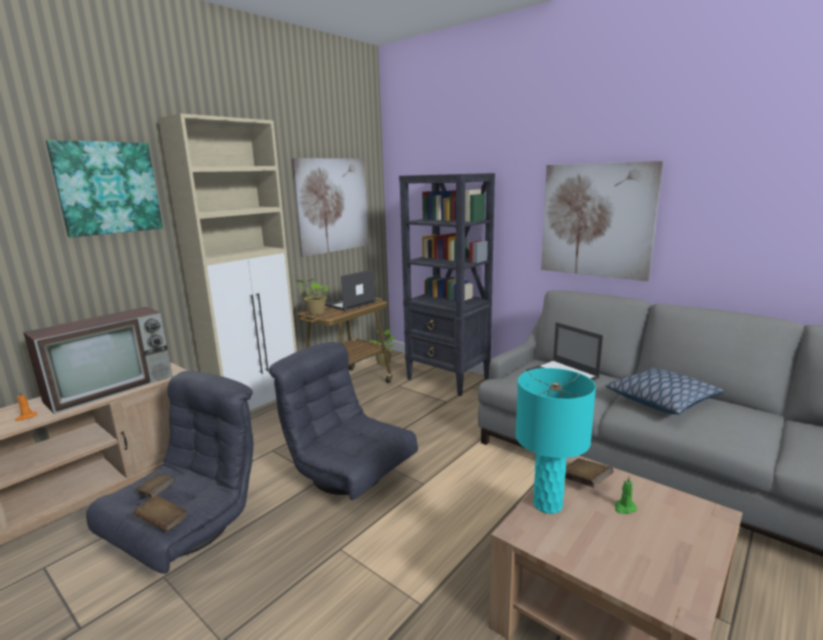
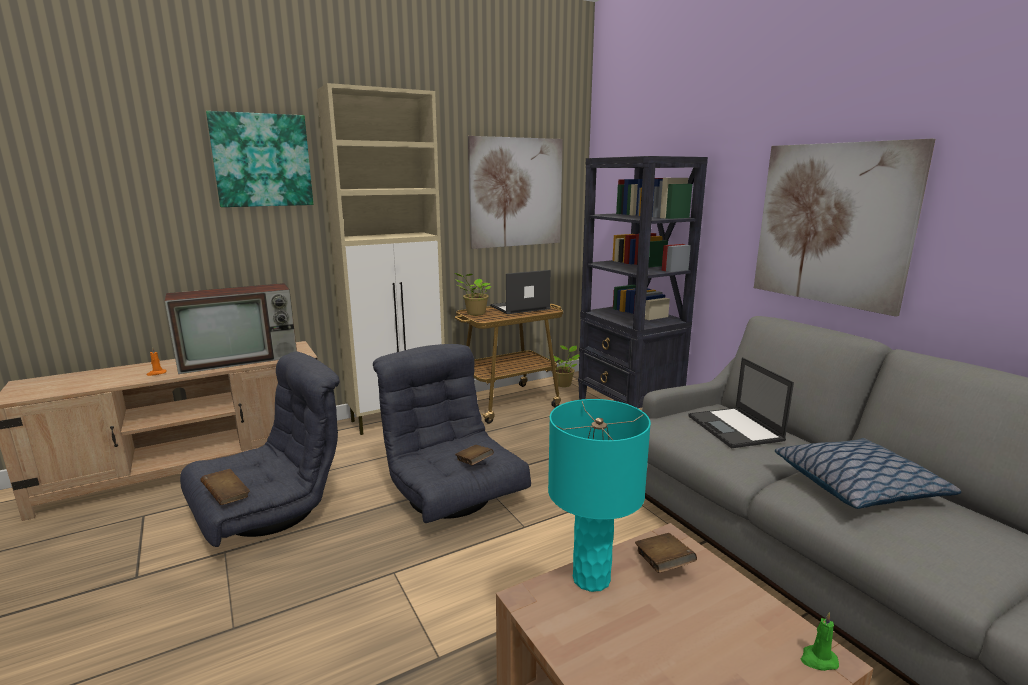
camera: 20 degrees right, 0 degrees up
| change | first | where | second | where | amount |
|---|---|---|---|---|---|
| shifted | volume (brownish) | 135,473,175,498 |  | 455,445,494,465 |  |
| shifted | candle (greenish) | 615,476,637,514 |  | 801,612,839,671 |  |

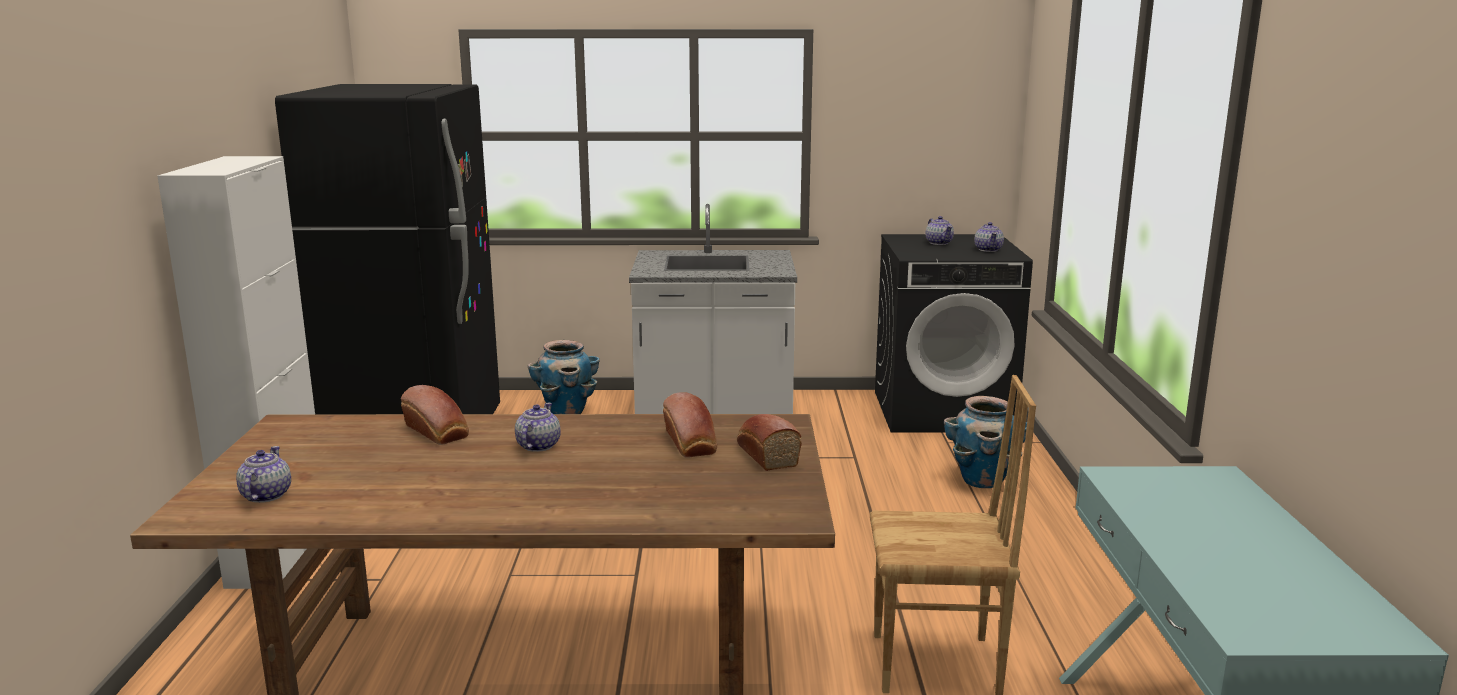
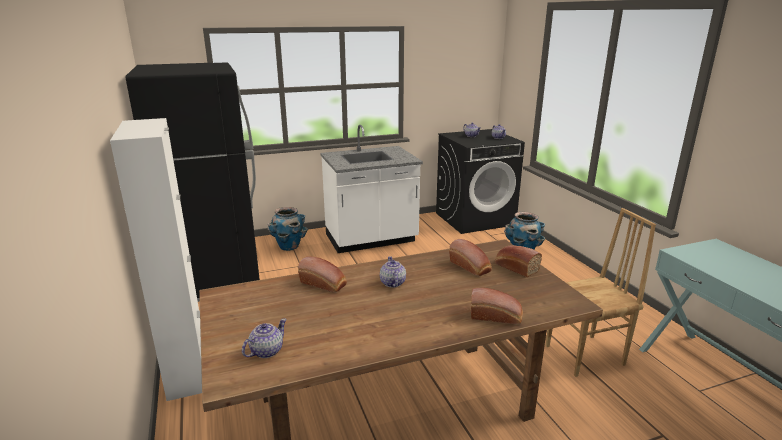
camera: 20 degrees left, 5 degrees up
| change | first | where | second | where | amount |
|---|---|---|---|---|---|
| new |  |  | baked bread | 471,288,523,325 |  |
| rotated | pot for tea | 236,446,291,503 |  | 242,319,287,358 | 60 degrees clockwise |

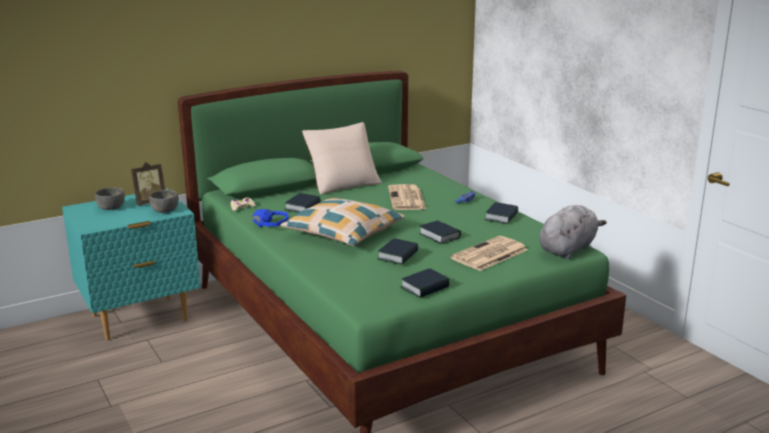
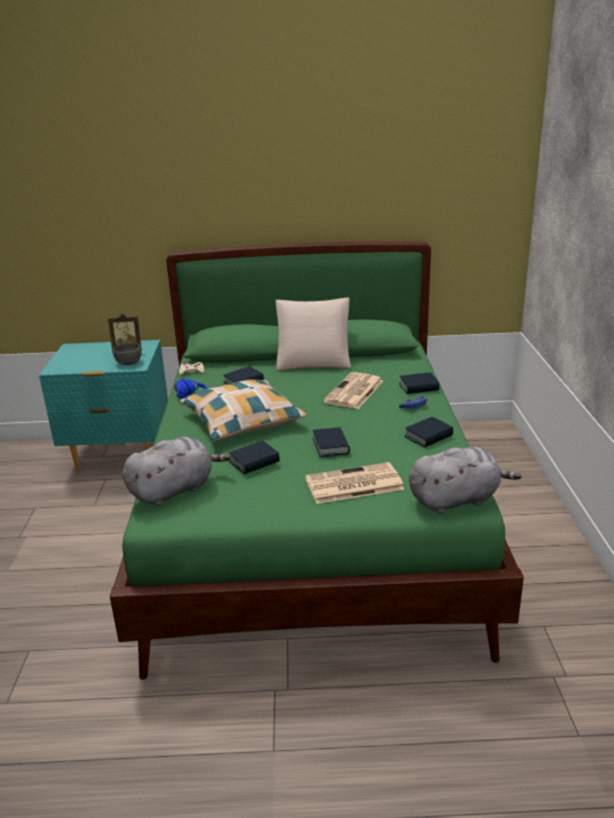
camera: 30 degrees right, 5 degrees up
| change | first | where | second | where | amount |
|---|---|---|---|---|---|
| gone | serving bowl (grey) | 95,188,125,210 |  |  |  |
| new |  |  | plush toy (grey) | 122,437,231,506 |  |
| shifted | volume | 400,268,450,298 |  | 399,372,439,394 |  |

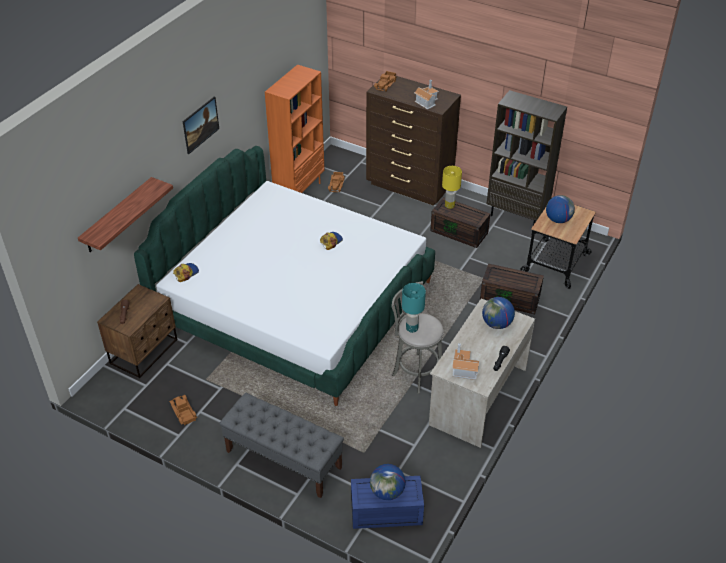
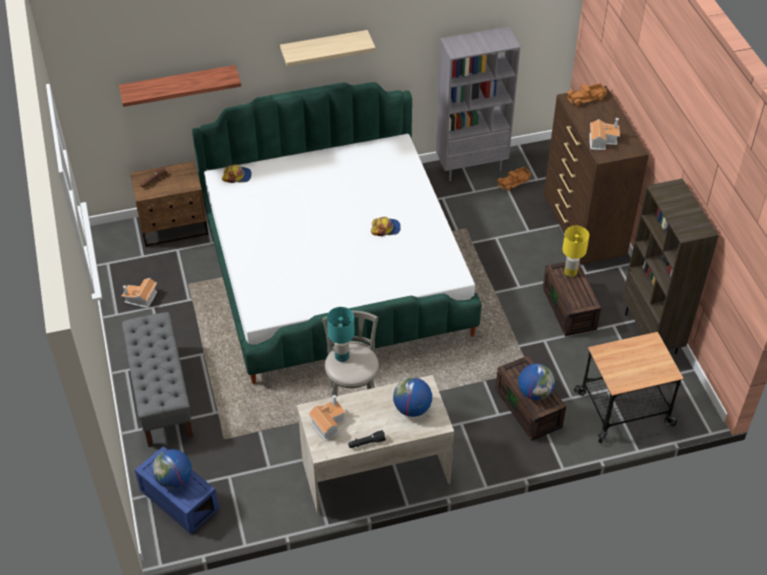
camera: 45 degrees right, 5 degrees up
| change | first | where | second | where | amount |
|---|---|---|---|---|---|
| shifted | globe | 546,195,575,223 |  | 518,364,555,400 |  |
| swapped | toy truck | 169,395,197,425 | toy house | 122,278,157,308 |  |
| swapped | wall art | 183,96,219,154 | bracket shelf | 280,30,376,66 |  |
| repainted | shelving unit (orange-coloured) | 265,64,324,193 | shelving unit (grey) | 435,27,520,181 |  |

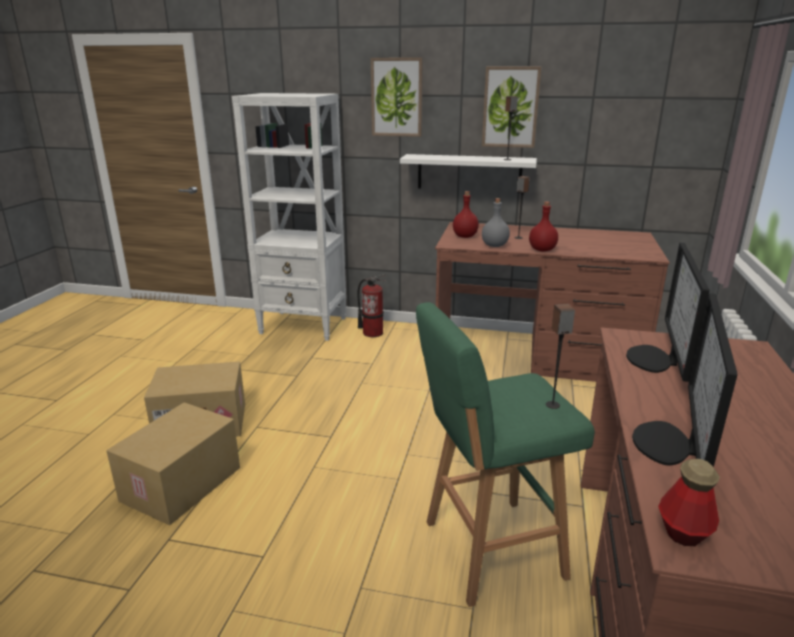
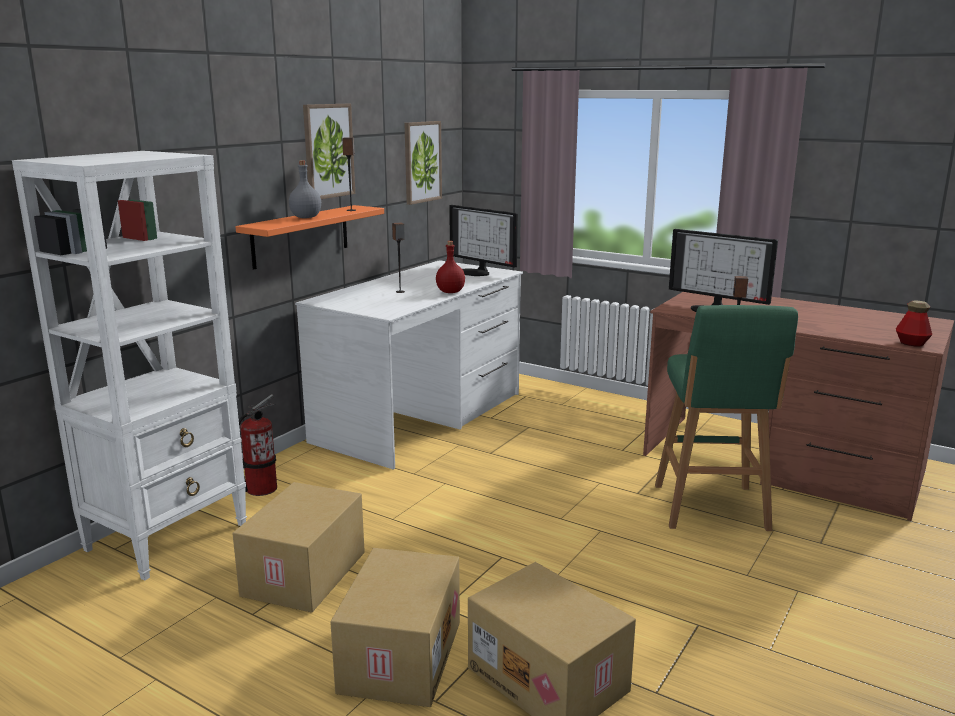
camera: 70 degrees left, 5 degrees down
| change | first | where | second | where | amount |
|---|---|---|---|---|---|
| gone | bottle (red) | 453,191,479,238 |  |  |  |
| new |  |  | packing box | 232,482,365,613 |  |
| shifted | wall art | 371,57,423,137 |  | 404,121,442,205 |  |
| shifted | bottle (grey) | 482,198,510,247 |  | 289,160,321,218 |  |
| shifted | computer display | 632,293,737,467 |  | 449,205,518,276 |  |
| repainted | bracket shelf (white-coloured) | 400,154,537,193 | bracket shelf (orange-coloured) | 235,205,384,270 |  |
| repainted | desk (brownish) | 435,222,670,382 | desk (white-coloured) | 295,260,523,470 |  |

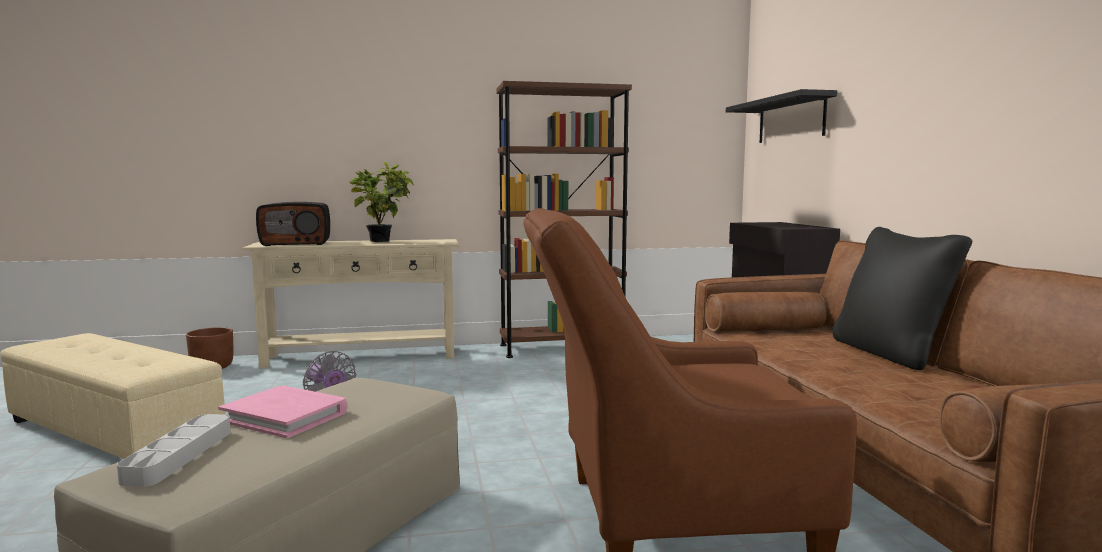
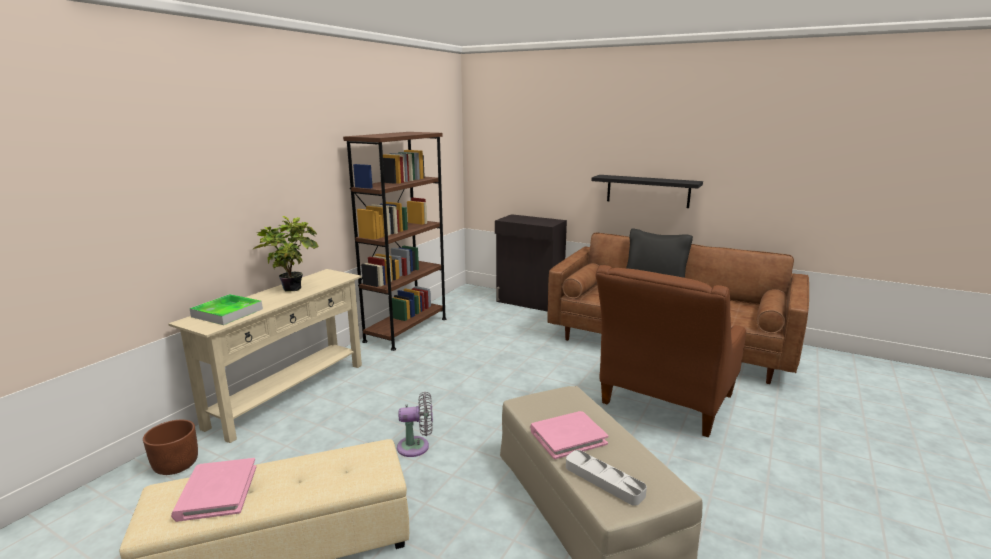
camera: 50 degrees left, 10 degrees up
| change | first | where | second | where | amount |
|---|---|---|---|---|---|
| new |  |  | volume (pink-coloured) | 171,458,256,522 |  |
| shifted | bracket shelf (blackish) | 726,89,837,143 |  | 591,175,703,208 |  |
| swapped | radio receiver | 256,202,330,246 | serving tray | 189,294,263,325 |  |

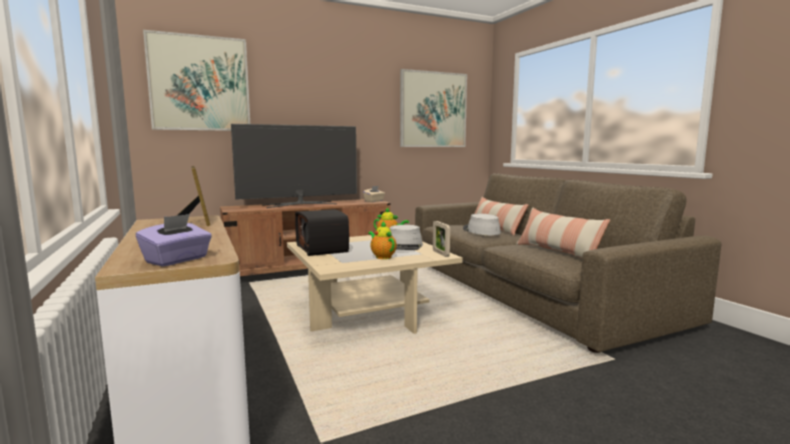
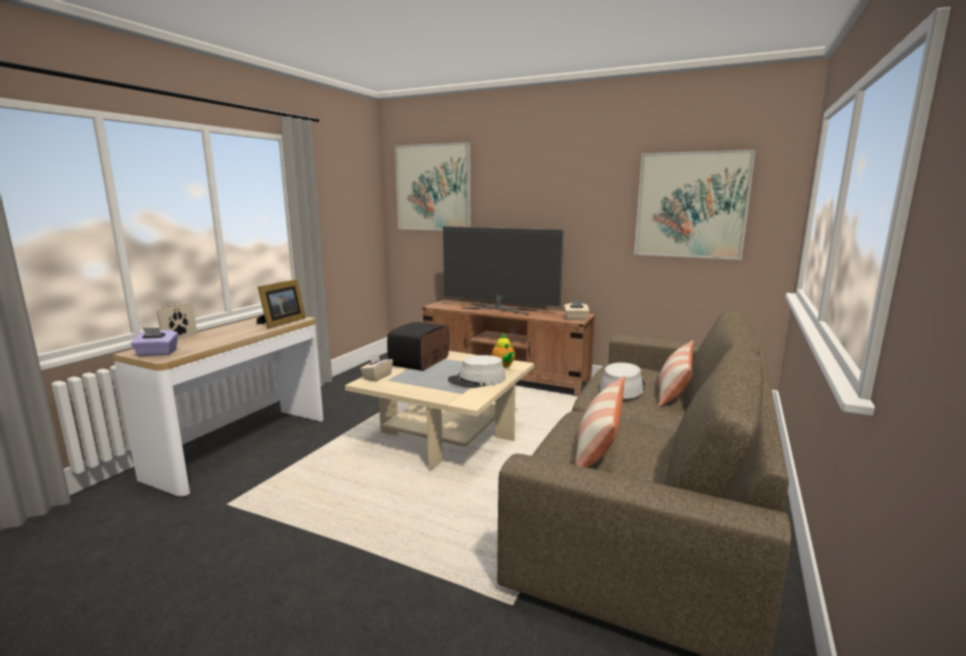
camera: 50 degrees right, 5 degrees up
| change | first | where | second | where | amount |
|---|---|---|---|---|---|
| gone | pot for tea | 368,221,397,259 |  |  |  |
| new |  |  | tissue box (sand-coloured) | 360,353,393,382 |  |
| shifted | picture frame | 433,221,450,257 |  | 157,302,197,339 |  |

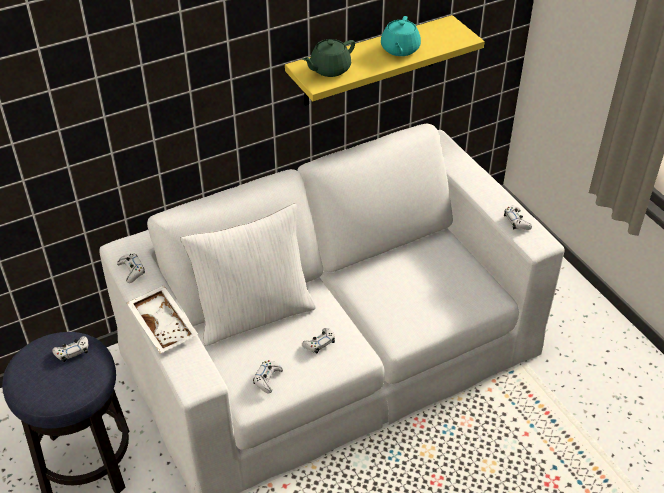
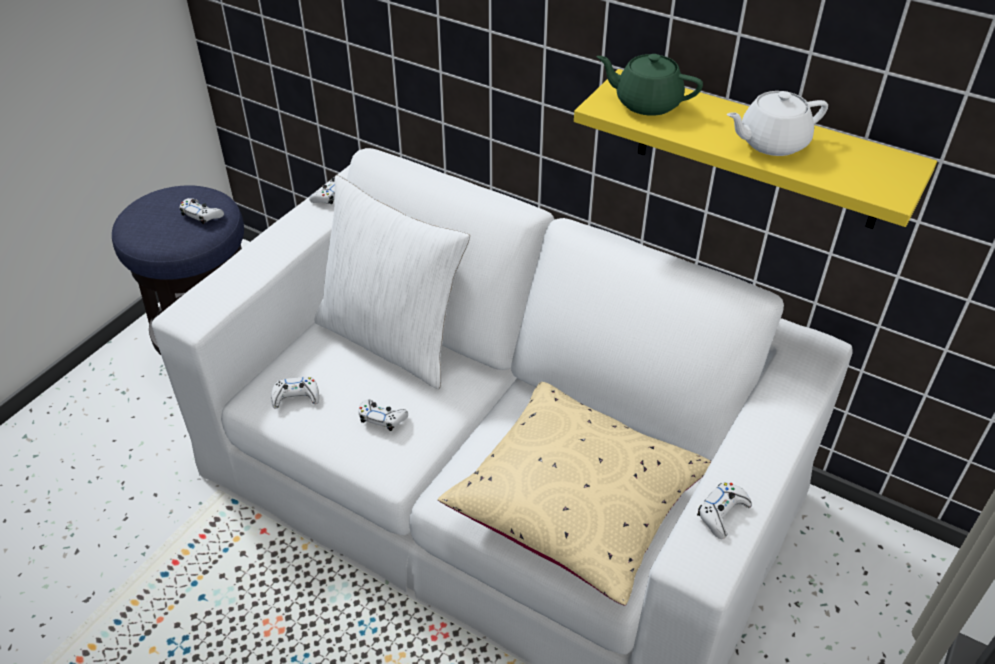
camera: 60 degrees right, 0 degrees up
| change | first | where | second | where | amount |
|---|---|---|---|---|---|
| gone | serving tray (white-coloured) | 127,285,198,354 |  |  |  |
| new |  |  | cushion (sand-coloured) | 438,382,712,605 |  |
| repainted | pot for tea (turquoise-coloured) | 381,16,421,56 | pot for tea (white-coloured) | 727,91,828,156 |  |

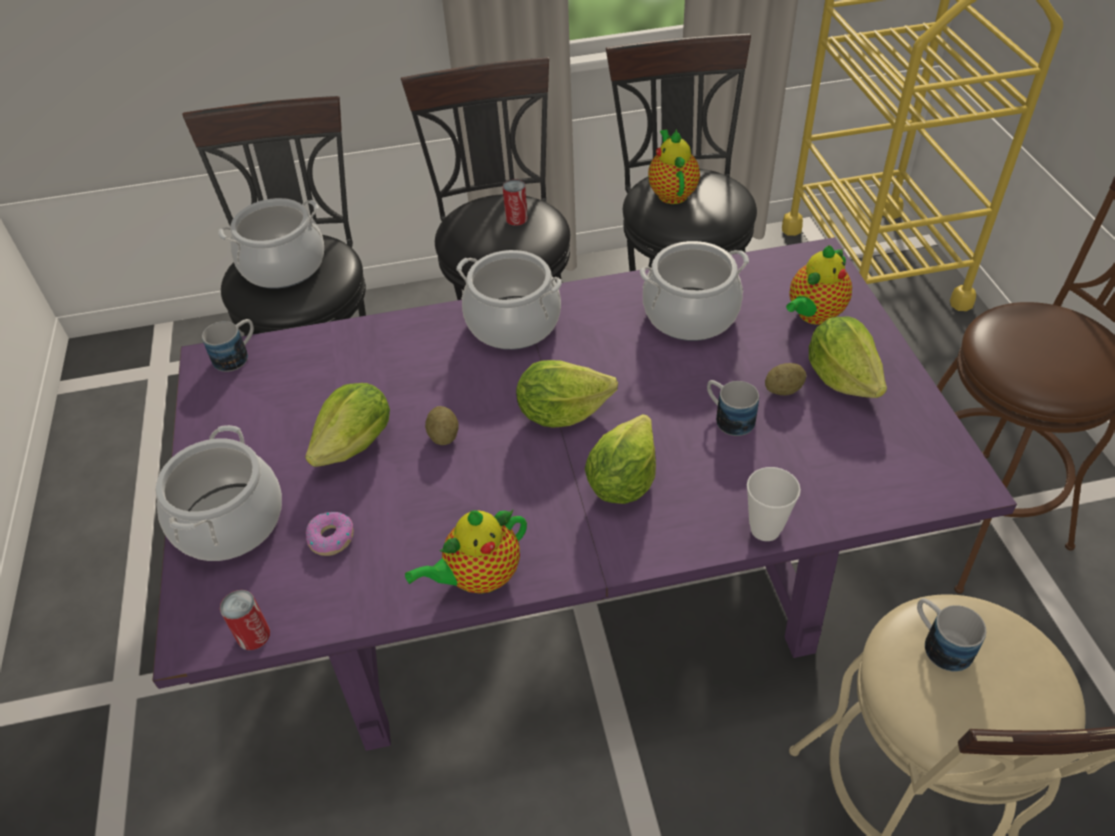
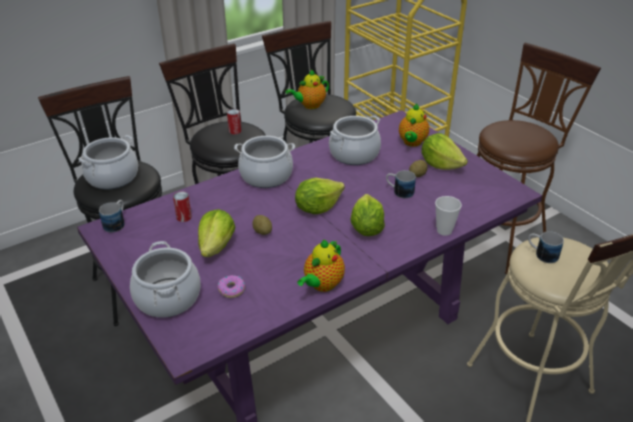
camera: 25 degrees left, 10 degrees down
| change | first | where | second | where | amount |
|---|---|---|---|---|---|
| shifted | sealed can | 220,590,270,650 |  | 173,191,192,222 |  |
| rotated | pot for tea | 648,129,700,204 |  | 285,70,329,109 | 90 degrees counterclockwise |

